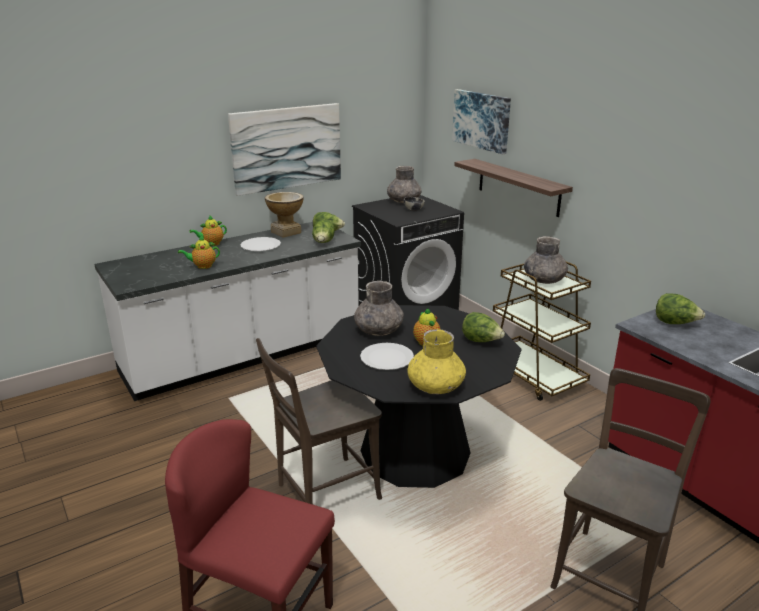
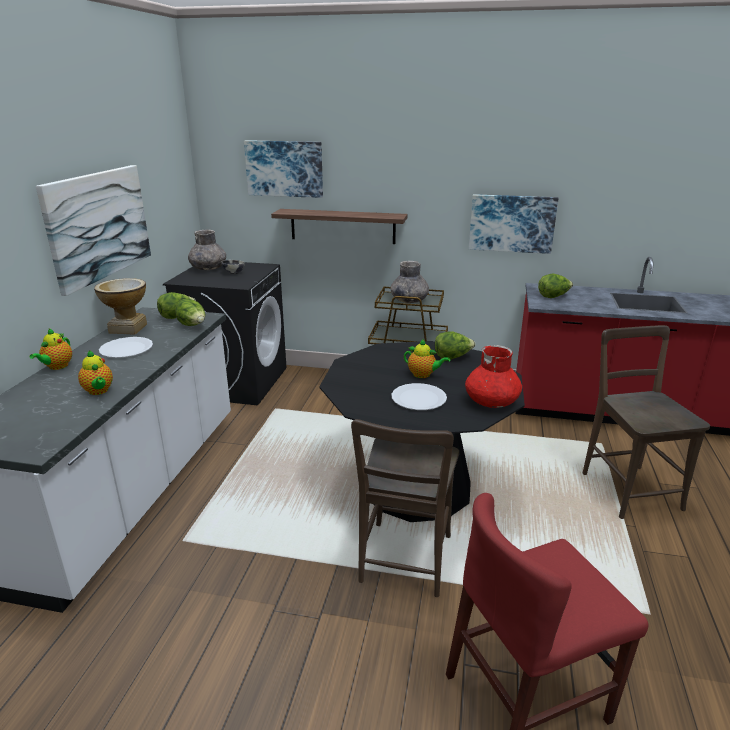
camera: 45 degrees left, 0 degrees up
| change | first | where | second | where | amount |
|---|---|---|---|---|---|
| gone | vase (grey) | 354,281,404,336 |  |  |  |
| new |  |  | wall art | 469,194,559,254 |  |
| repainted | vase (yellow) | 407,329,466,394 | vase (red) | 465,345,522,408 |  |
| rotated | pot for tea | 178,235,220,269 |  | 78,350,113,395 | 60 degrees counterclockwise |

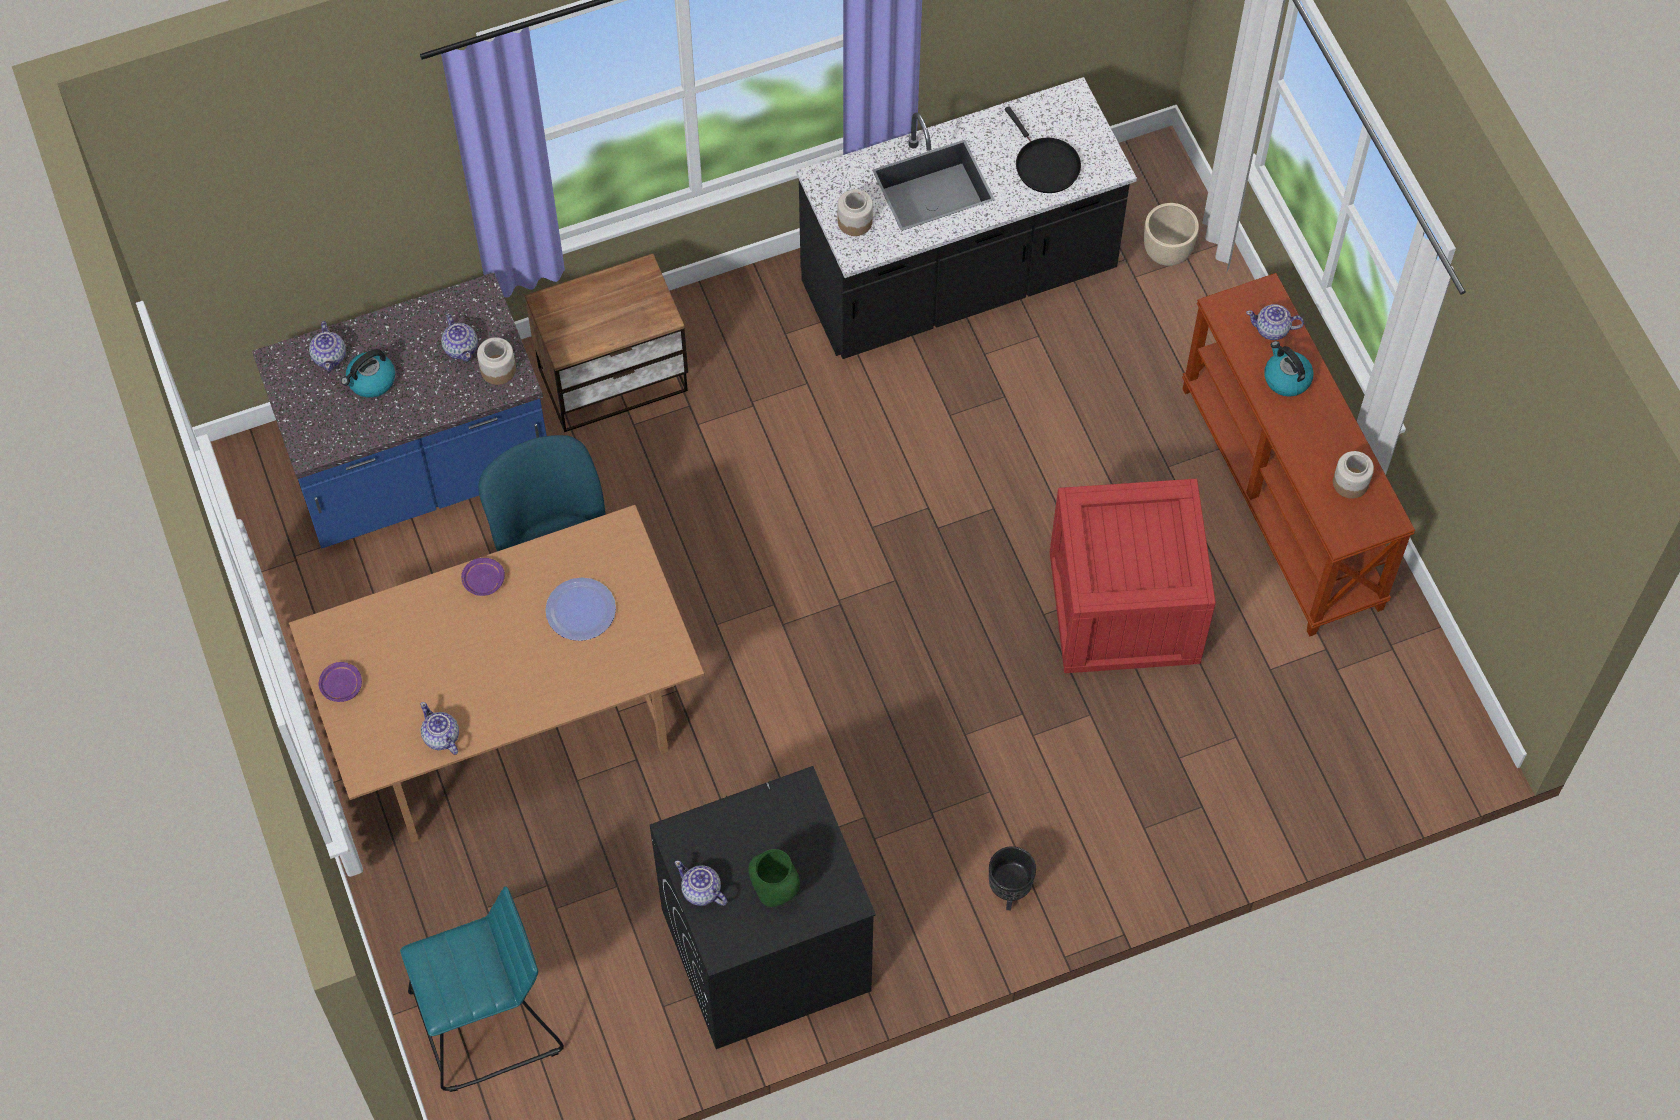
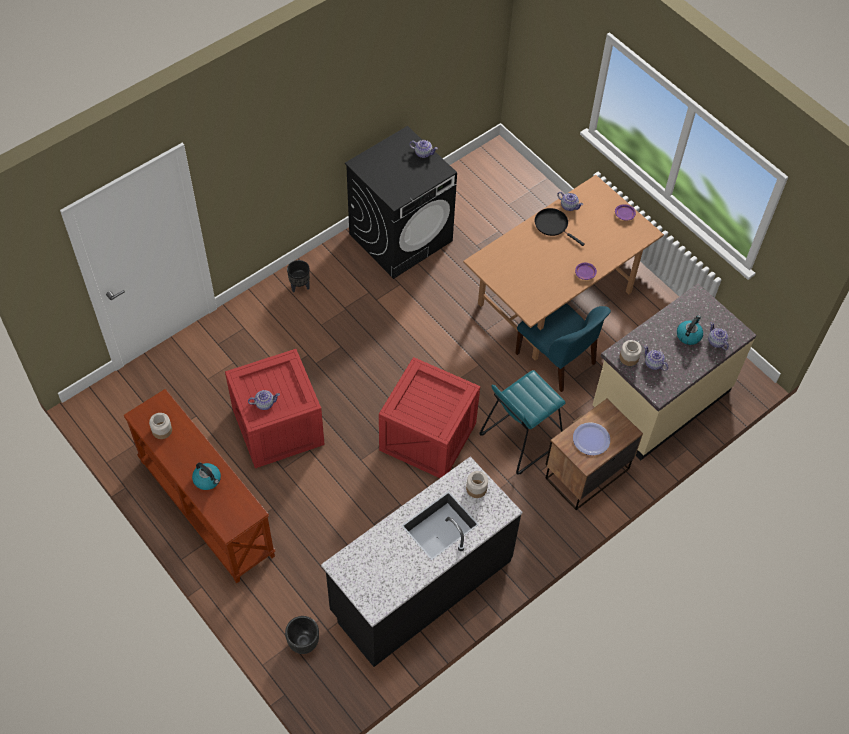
camera: 160 degrees right, 5 degrees down
| change | first | where | second | where | amount |
|---|---|---|---|---|---|
| gone | vase (greenish) | 748,849,800,907 |  |  |  |
| new |  |  | shipping crate | 379,357,480,478 |  |
| shifted | sitting stool (turquoise-coloured) | 400,887,564,1092 |  | 479,370,566,474 |  |
| shifted | plate | 545,578,616,641 |  | 573,422,610,455 |  |
| shifted | skillet (blackish) | 1005,106,1081,193 |  | 534,208,585,246 |  |
| shifted | pot for tea | 1246,304,1304,340 |  | 248,390,280,410 |  |
| repainted | kitchen counter (blue-coloured) | 252,273,547,548 | kitchen counter (sand-coloured) | 593,284,756,460 |  |
| repainted | plant pot (sand-coloured) | 1144,203,1199,266 | plant pot (blackish) | 285,616,319,654 |  |

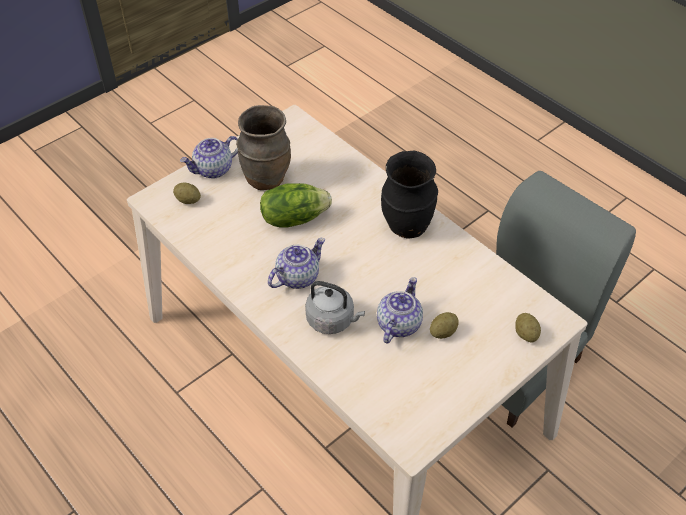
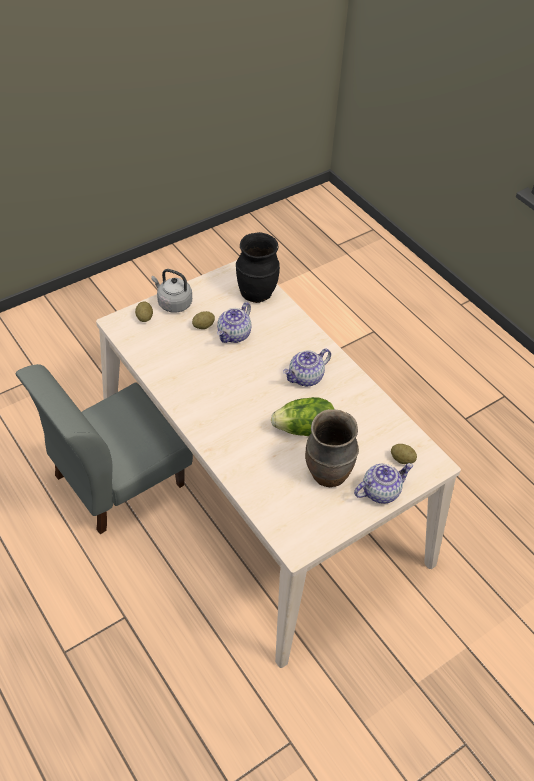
camera: 175 degrees left, 0 degrees up
| change | first | where | second | where | amount |
|---|---|---|---|---|---|
| shifted | tea kettle (grey) | 305,281,365,334 |  | 151,269,192,313 |  |
| shifted | vase (blackish) | 381,151,438,239 |  | 236,232,280,303 |  |

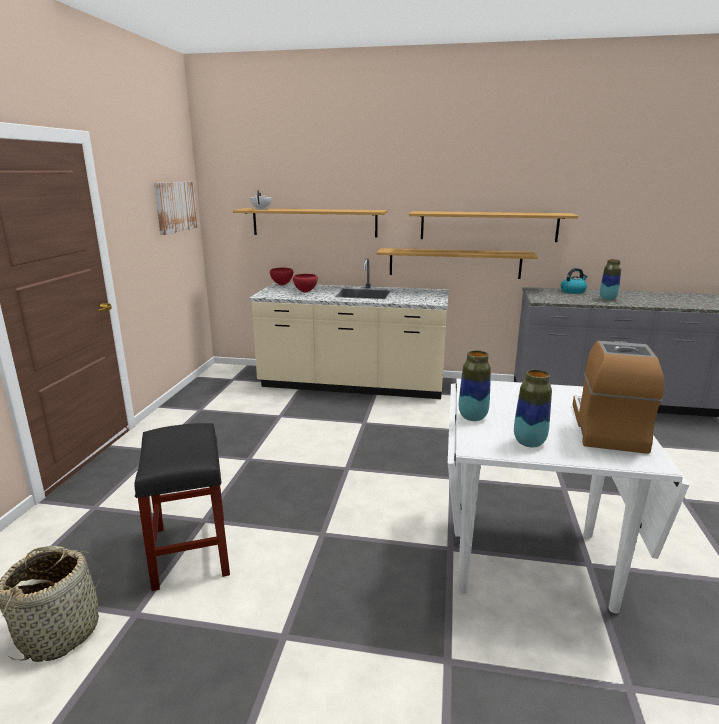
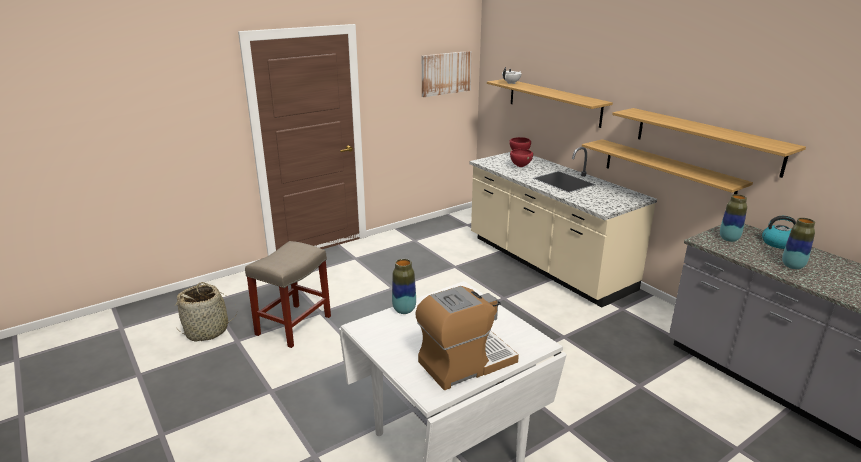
camera: 45 degrees right, 5 degrees up
| change | first | where | second | where | amount |
|---|---|---|---|---|---|
| shifted | vase | 514,369,552,447 |  | 720,194,747,242 |  |
| repainted | sitting stool (blackish) | 135,423,230,591 | sitting stool (sand-coloured) | 245,241,331,348 |  |

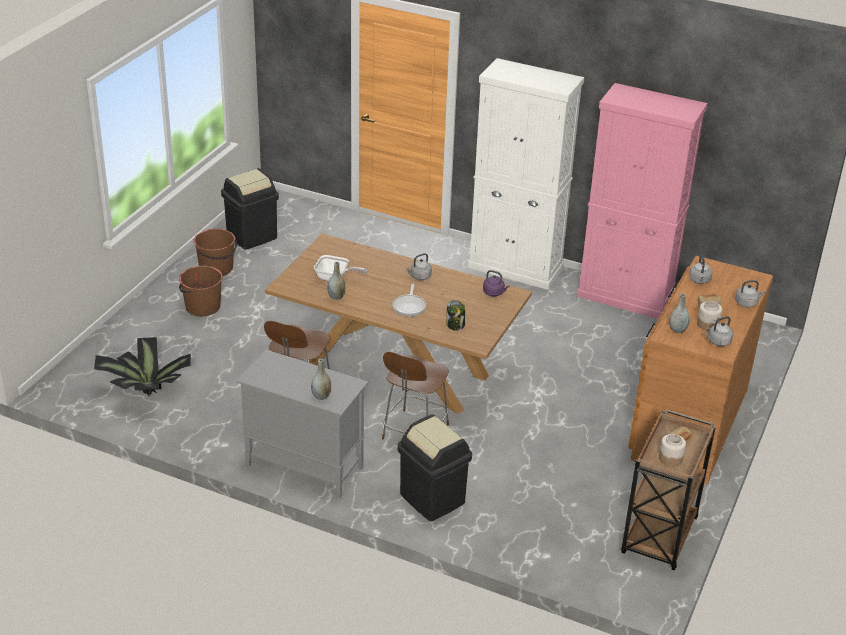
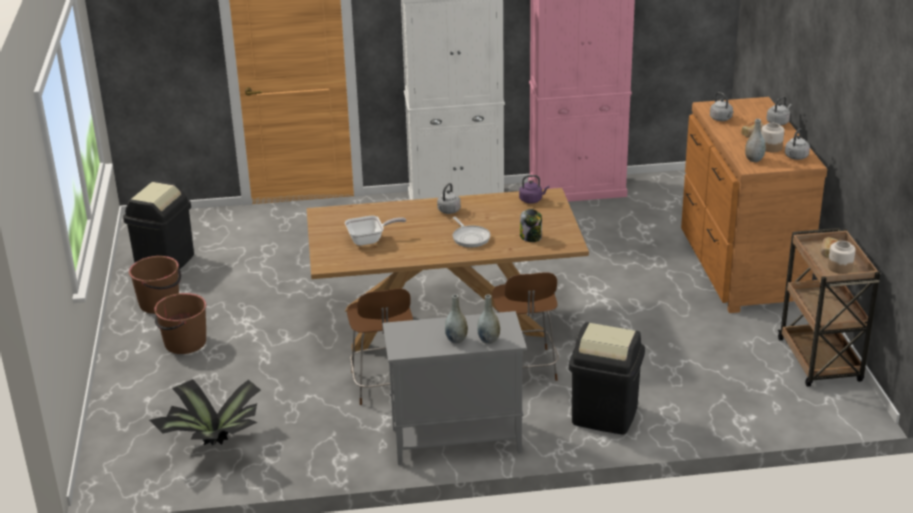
camera: 30 degrees left, 5 degrees down
| change | first | where | second | where | amount |
|---|---|---|---|---|---|
| shifted | vase (grey) | 328,262,345,300 |  | 445,294,468,344 |  |

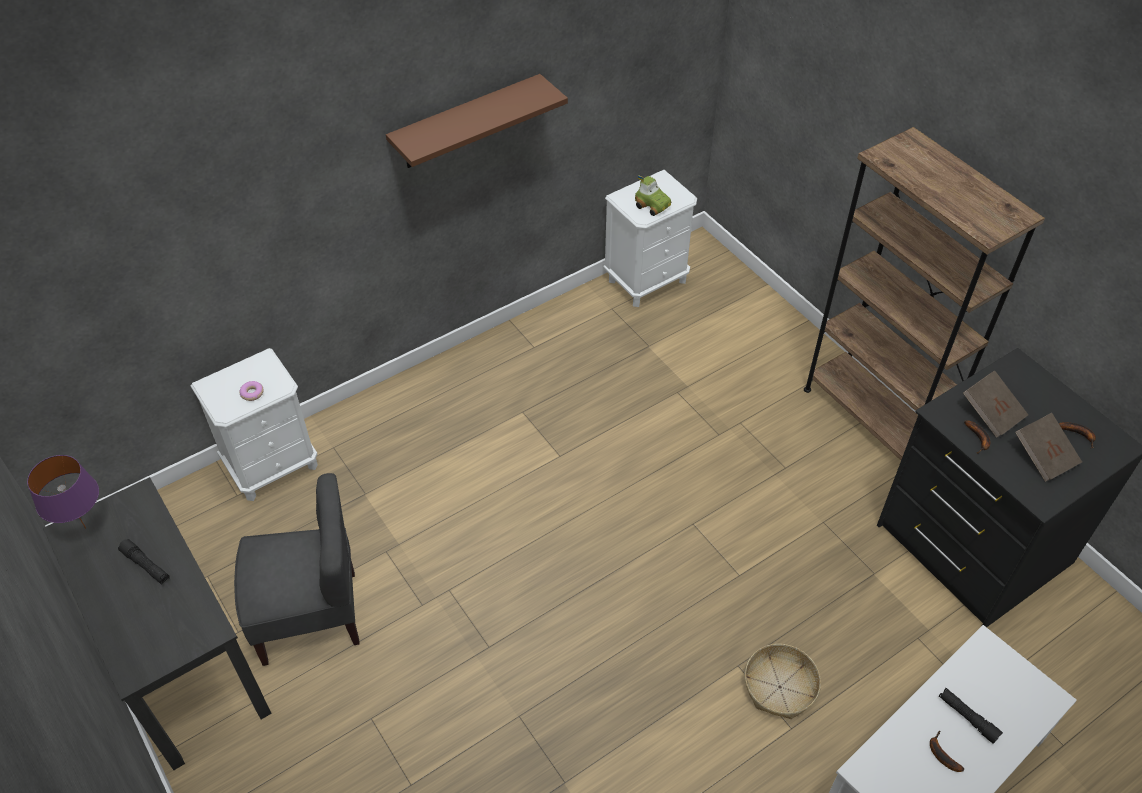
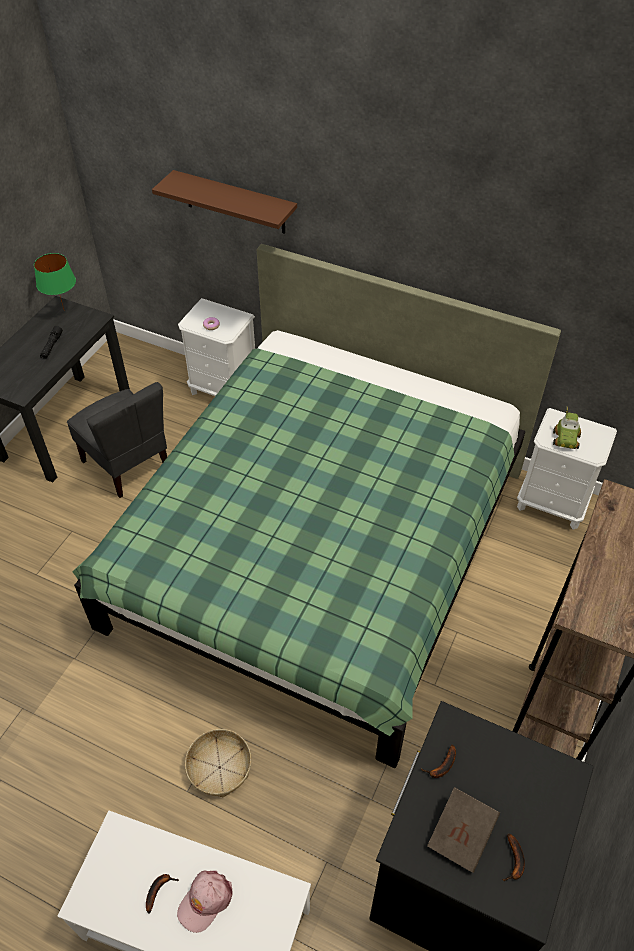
camera: 60 degrees right, 0 degrees up
| change | first | where | second | where | amount |
|---|---|---|---|---|---|
| gone | volume (brownish) | 963,371,1028,438 |  |  |  |
| new |  |  | bedroom bed (greenish) | 73,244,561,768 |  |
| shifted | bracket shelf (brownish) | 386,74,568,168 |  | 152,170,297,234 |  |
| swapped | hand torch (blackish) | 939,688,1003,744 | peaked cap (pink-coloured) | 177,871,232,933 |  |
| repainted | table lamp (purplish) | 27,455,99,528 | table lamp (greenish) | 34,253,76,311 |  |

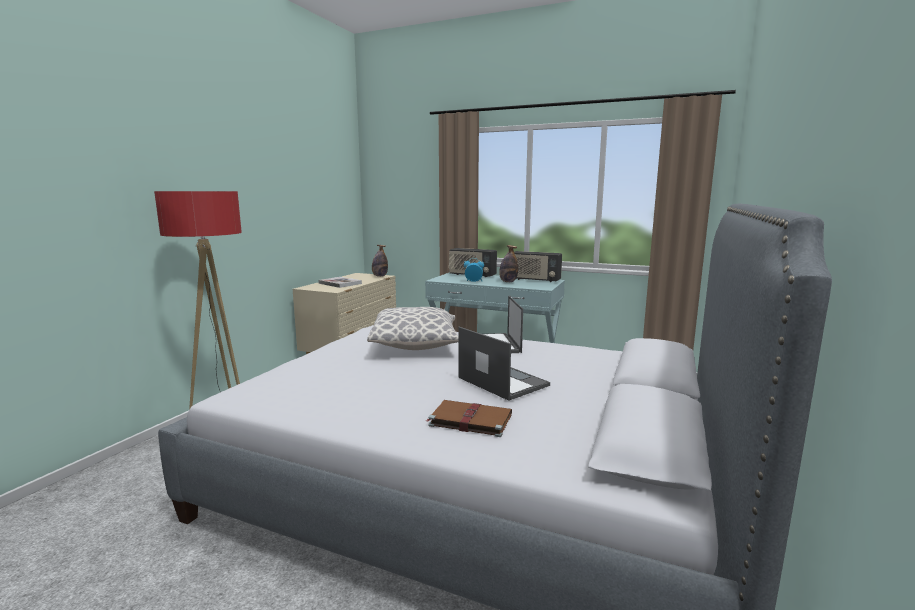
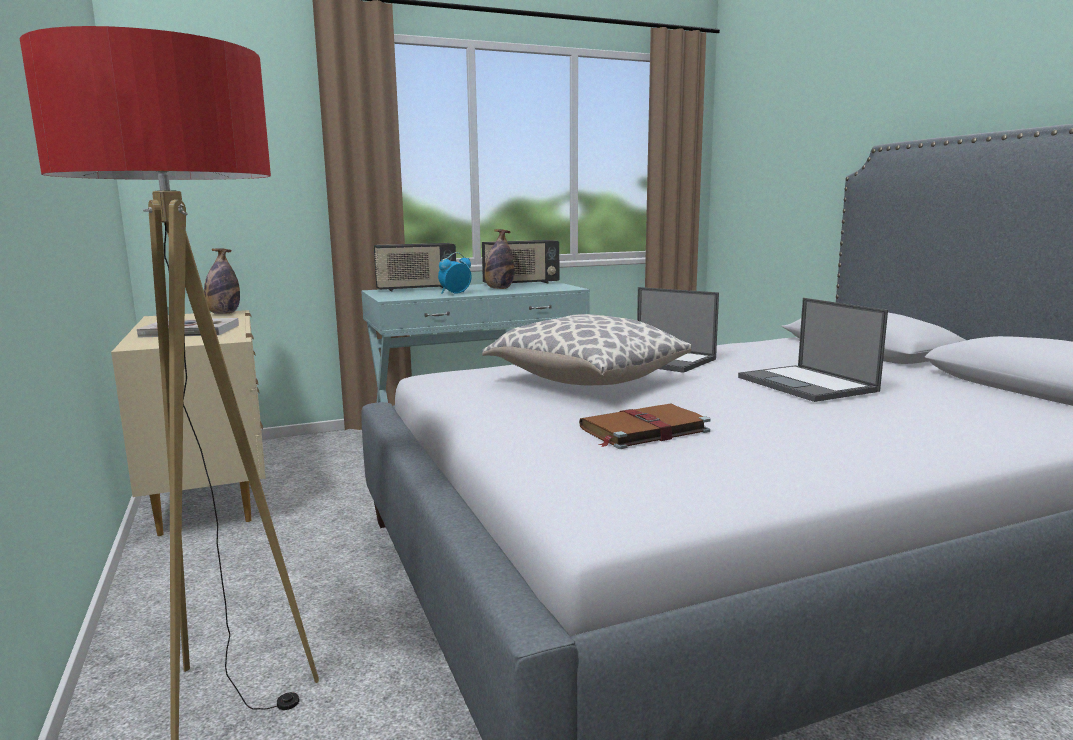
camera: 45 degrees left, 0 degrees up
| change | first | where | second | where | amount |
|---|---|---|---|---|---|
| shifted | volume (brownish) | 427,400,512,437 |  | 579,404,711,449 |  |
| rotated | notebook computer | 458,327,550,401 |  | 738,298,888,402 | 120 degrees counterclockwise |

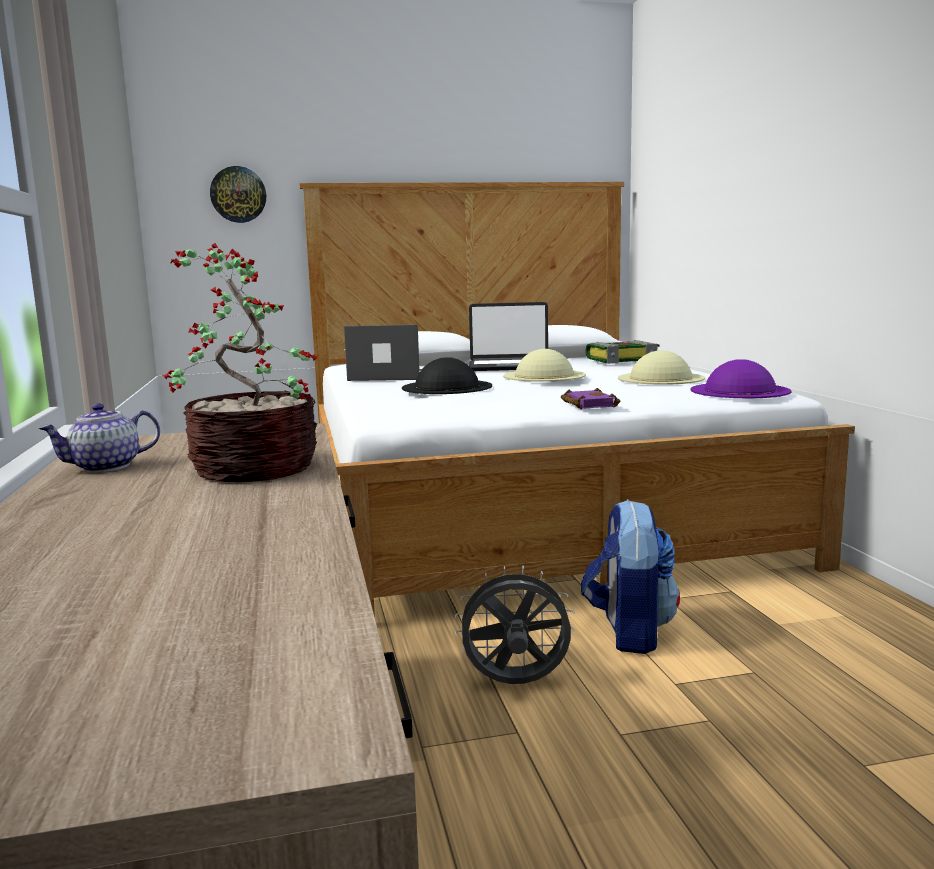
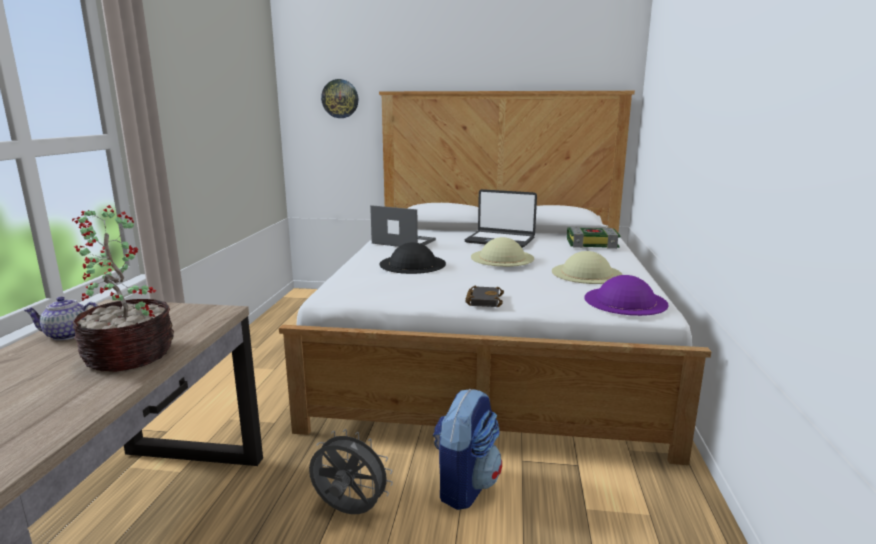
camera: 20 degrees right, 5 degrees up
| change | first | where | second | where | amount |
|---|---|---|---|---|---|
| repainted | volume (purplish) | 561,388,620,409 | volume (blackish) | 465,286,504,307 |  |

